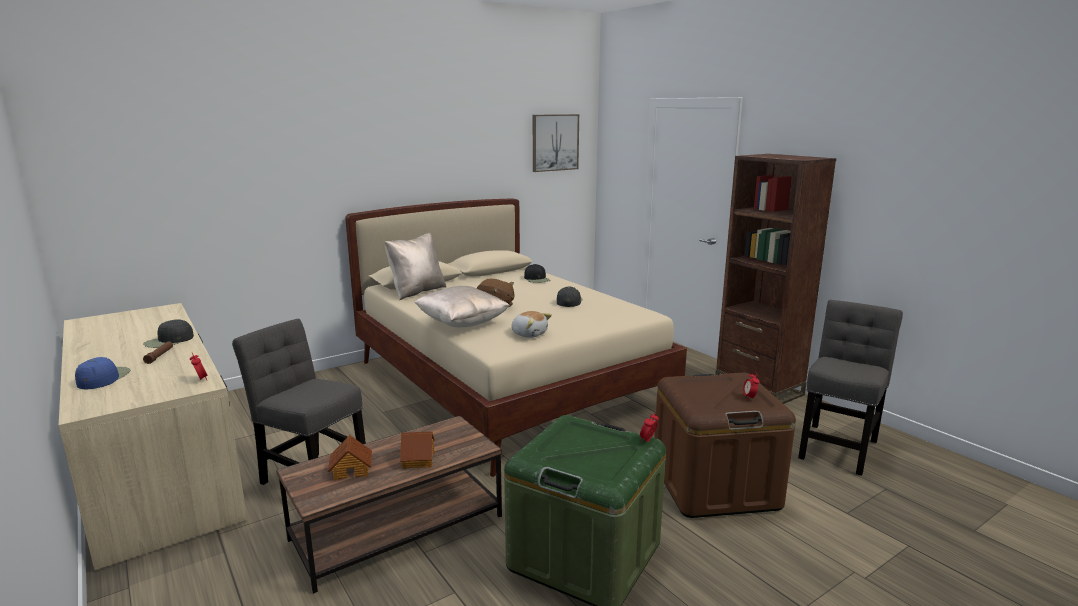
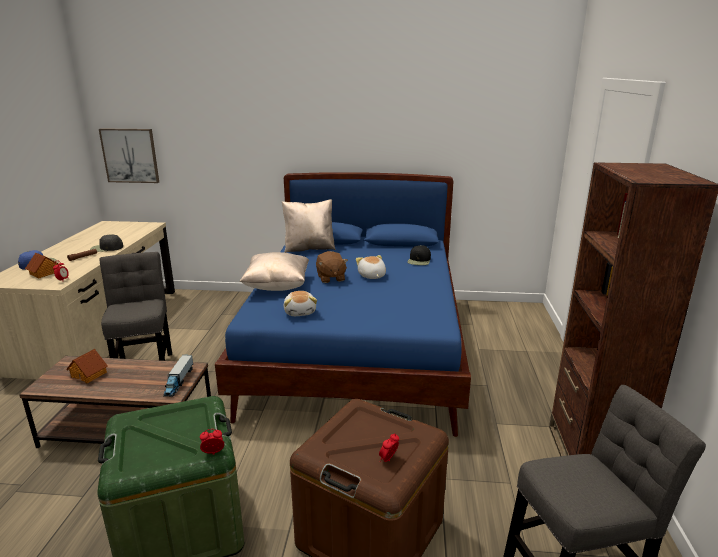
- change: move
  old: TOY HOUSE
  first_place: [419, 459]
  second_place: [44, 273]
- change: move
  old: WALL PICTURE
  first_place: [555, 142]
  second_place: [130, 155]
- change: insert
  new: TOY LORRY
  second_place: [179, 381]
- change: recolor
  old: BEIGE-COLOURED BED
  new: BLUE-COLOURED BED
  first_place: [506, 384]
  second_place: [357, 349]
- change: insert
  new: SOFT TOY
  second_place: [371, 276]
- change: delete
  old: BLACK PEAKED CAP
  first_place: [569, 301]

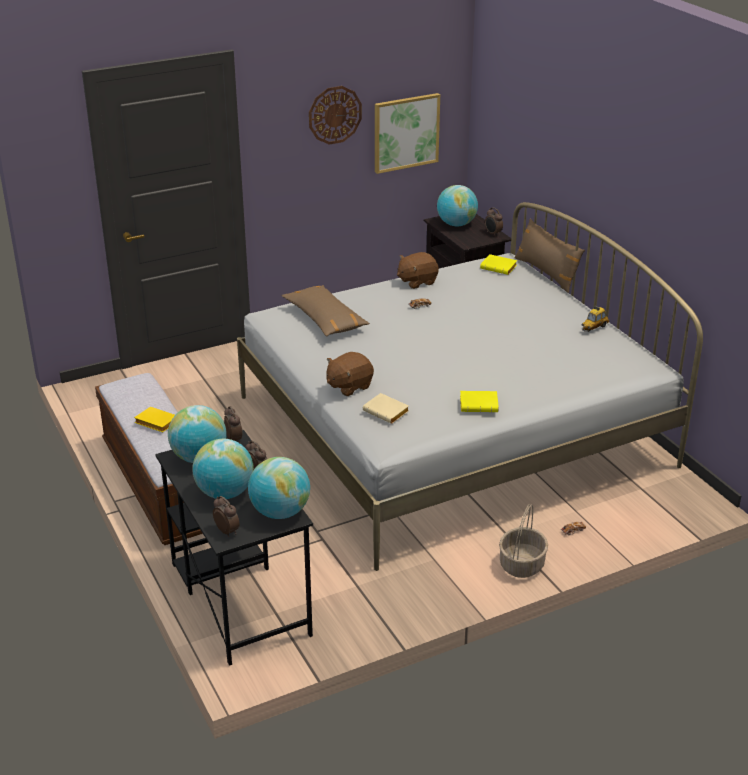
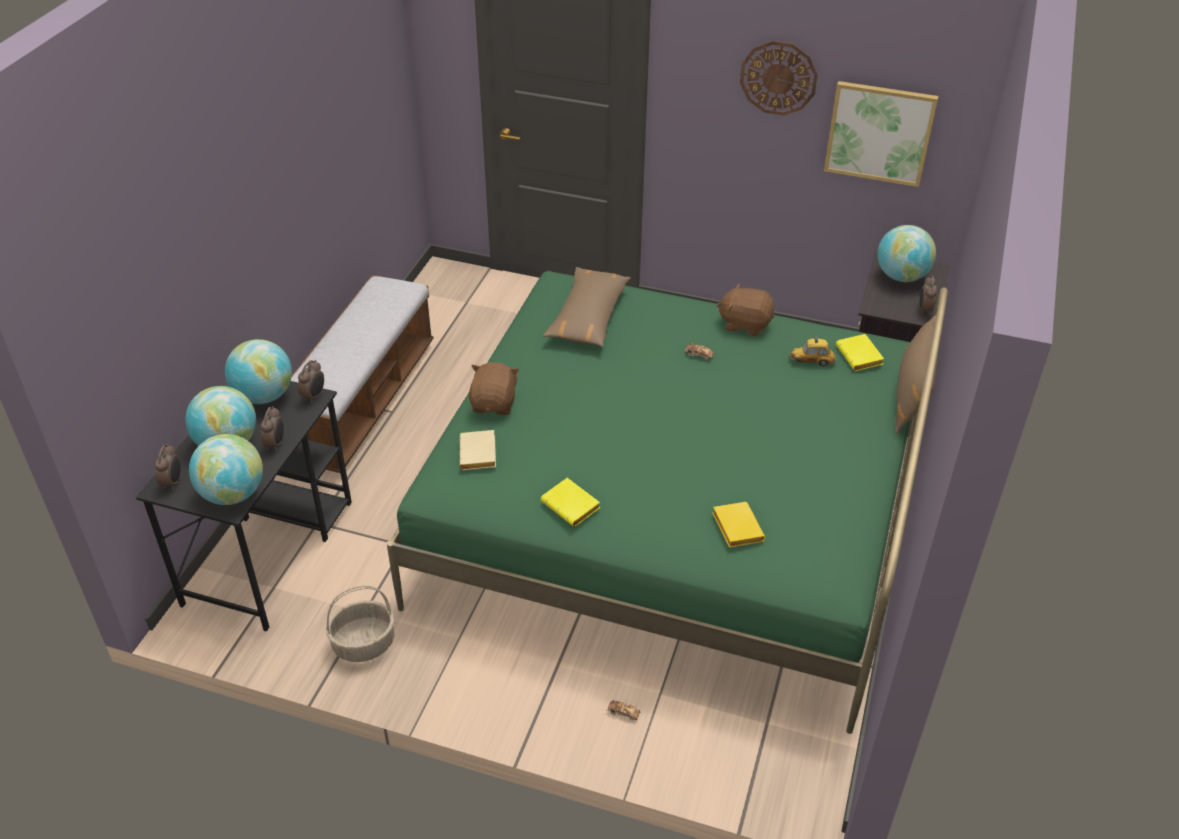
- change: move
  old: HOUSEHOLD BASKET
  first_place: [521, 564]
  second_place: [364, 643]
- change: recolor
  old: WHITE BED
  new: GREEN BED
  first_place: [452, 431]
  second_place: [673, 516]
- change: rotate
  old: BROWNISH SOFT TOY
  first_place: [349, 386]
  second_place: [494, 404]
  degrees: 90
- change: move
  old: YELLOWISH BOUND BOOK
  first_place: [155, 423]
  second_place: [735, 527]
- change: move
  old: TOY CAR
  first_place: [594, 328]
  second_place: [812, 361]

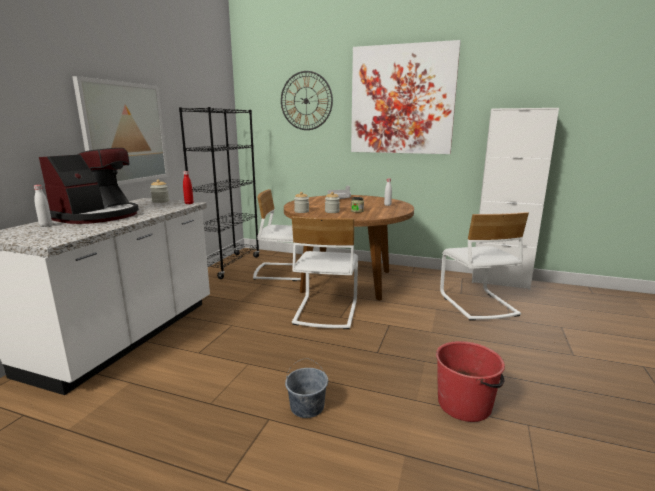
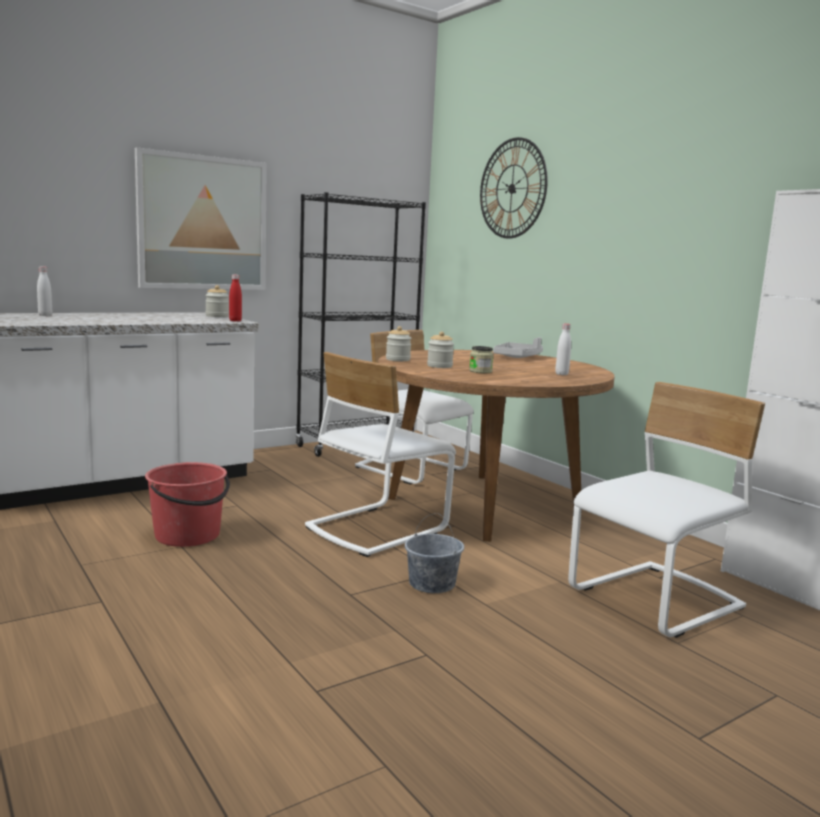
- change: move
  old: RED-COLOURED PAIL
  first_place: [465, 404]
  second_place: [188, 535]
- change: move
  old: GREY PAIL
  first_place: [306, 406]
  second_place: [431, 583]
- change: rotate
  old: WHITE PLAIN CHAIR
  first_place: [477, 304]
  second_place: [656, 601]
  degrees: -150
- change: delete
  old: COFFEE MAKER
  first_place: [98, 216]
- change: delete
  old: WALL PICTURE
  first_place: [402, 100]

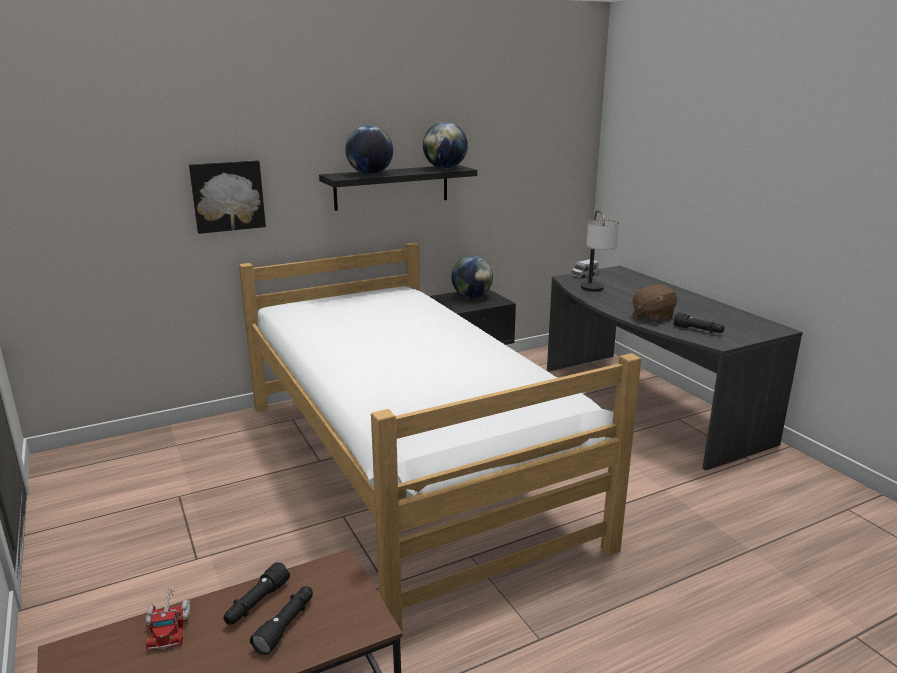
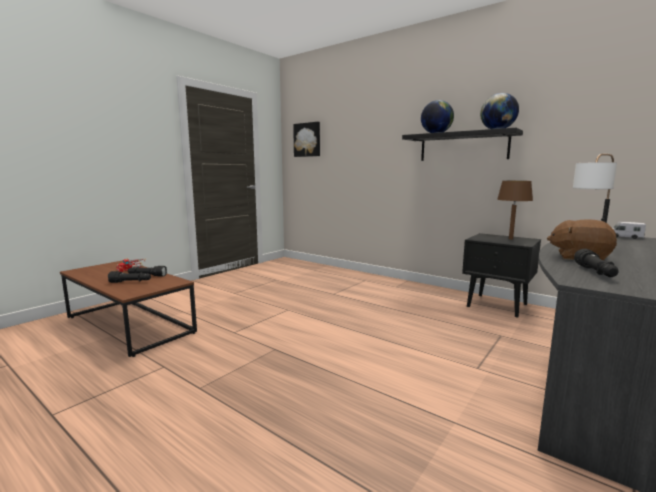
- change: move
  old: WALL PICTURE
  first_place: [227, 196]
  second_place: [307, 140]
- change: replace
  old: DESK GLOBE
  new: BROWNISH TABLE LAMP
  first_place: [471, 296]
  second_place: [511, 239]
- change: delete
  old: BED
  first_place: [407, 467]

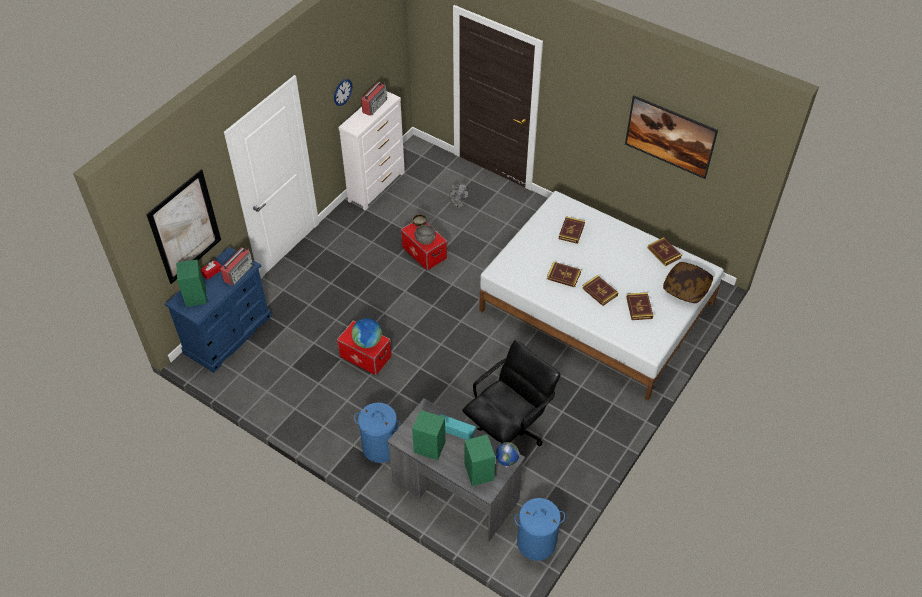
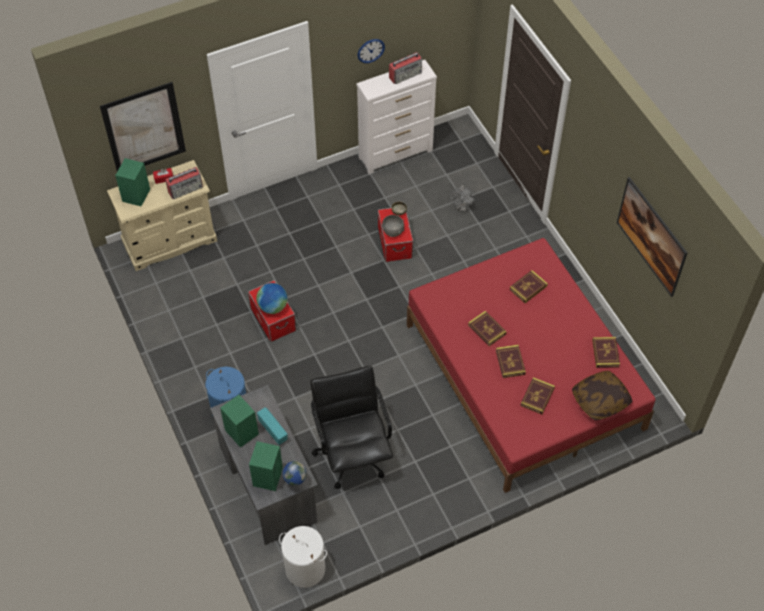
- change: recolor
  old: BLUE-COLOURED DRESSER
  new: BEIGE-COLOURED DRESSER
  first_place: [228, 334]
  second_place: [170, 241]
- change: recolor
  old: BLUE-COLOURED HAMPER
  new: WHITE HAMPER
  first_place: [536, 542]
  second_place: [305, 569]
- change: rotate
  old: BLACK OFFICE CHAIR
  first_place: [508, 431]
  second_place: [352, 454]
  degrees: -90
- change: recolor
  old: WHITE BED
  new: RED-COLOURED BED
  first_place: [597, 307]
  second_place: [523, 376]

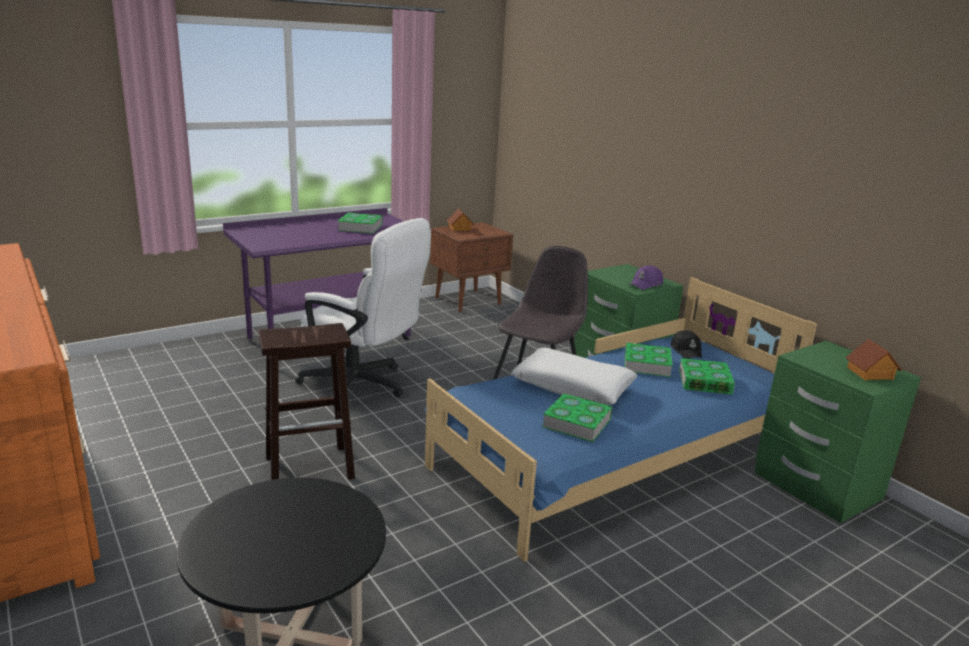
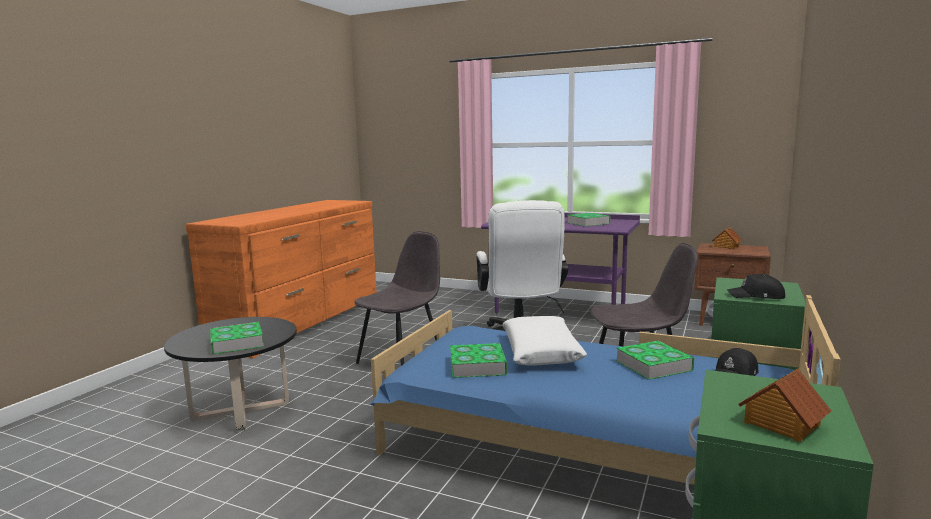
- change: move
  old: BOUND BOOK
  first_place: [704, 381]
  second_place: [237, 343]
- change: replace
  old: BROWNISH SITTING STOOL
  new: GREY PLAIN CHAIR
  first_place: [311, 467]
  second_place: [402, 360]
- change: recolor
  old: PURPLE PEAKED CAP
  new: BLACK PEAKED CAP
  first_place: [646, 284]
  second_place: [757, 296]

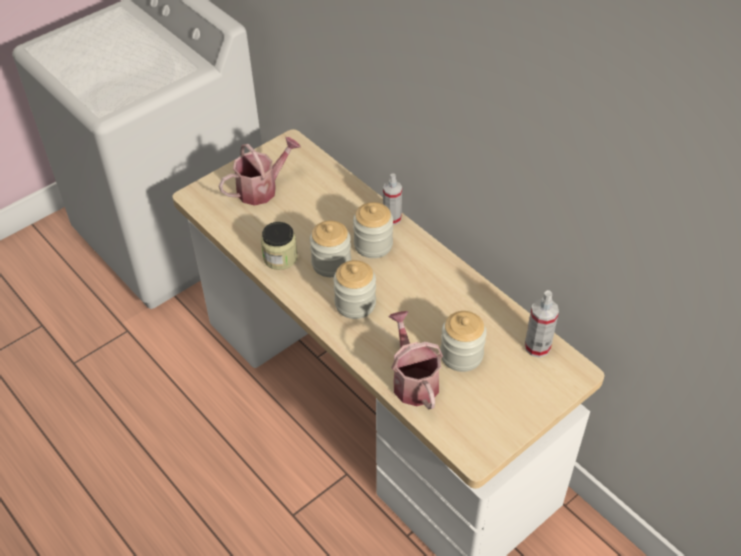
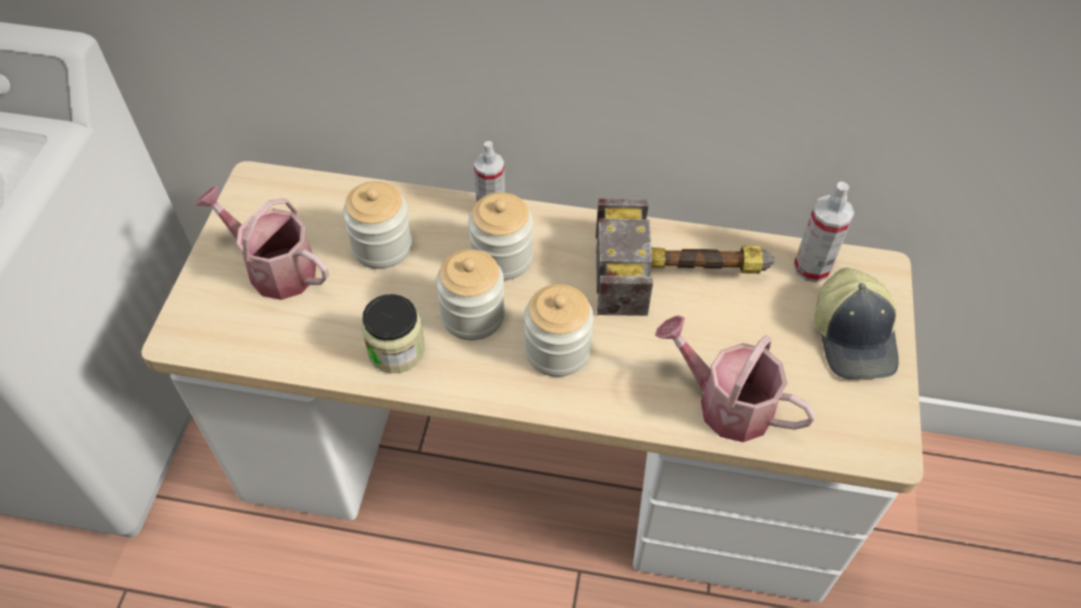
- change: rotate
  old: WATERING POT
  first_place: [262, 188]
  second_place: [274, 268]
  degrees: -75
- change: move
  old: JAR
  first_place: [461, 355]
  second_place: [382, 246]
- change: insert
  new: HAND HAMMER
  second_place: [682, 274]
- change: insert
  new: PEAKED CAP
  second_place: [854, 337]

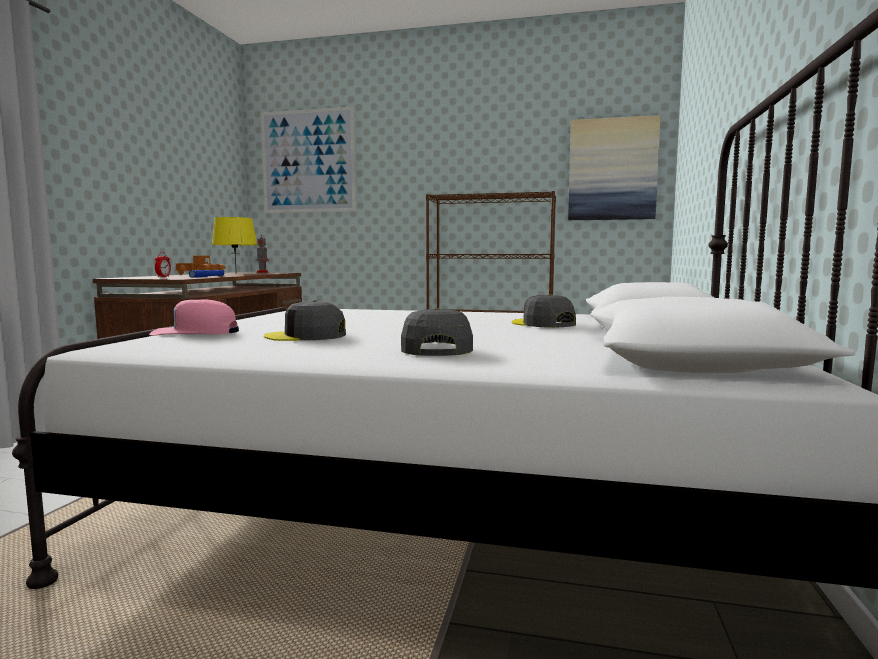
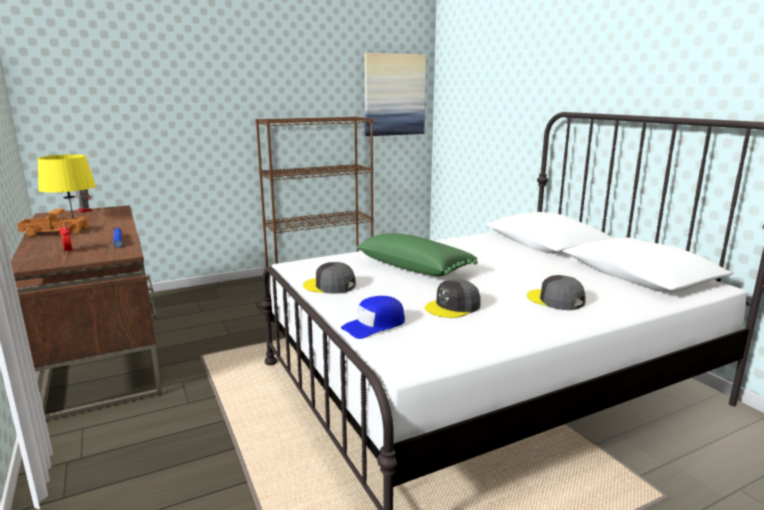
- change: move
  old: GREY PEAKED CAP
  first_place: [543, 324]
  second_place: [330, 286]
- change: recolor
  old: PINK-COLOURED PEAKED CAP
  new: BLUE-COLOURED PEAKED CAP
  first_place: [196, 333]
  second_place: [374, 325]
- change: insert
  new: GREEN THROW PILLOW
  second_place: [415, 268]
- change: delete
  old: WALL PICTURE
  first_place: [308, 161]

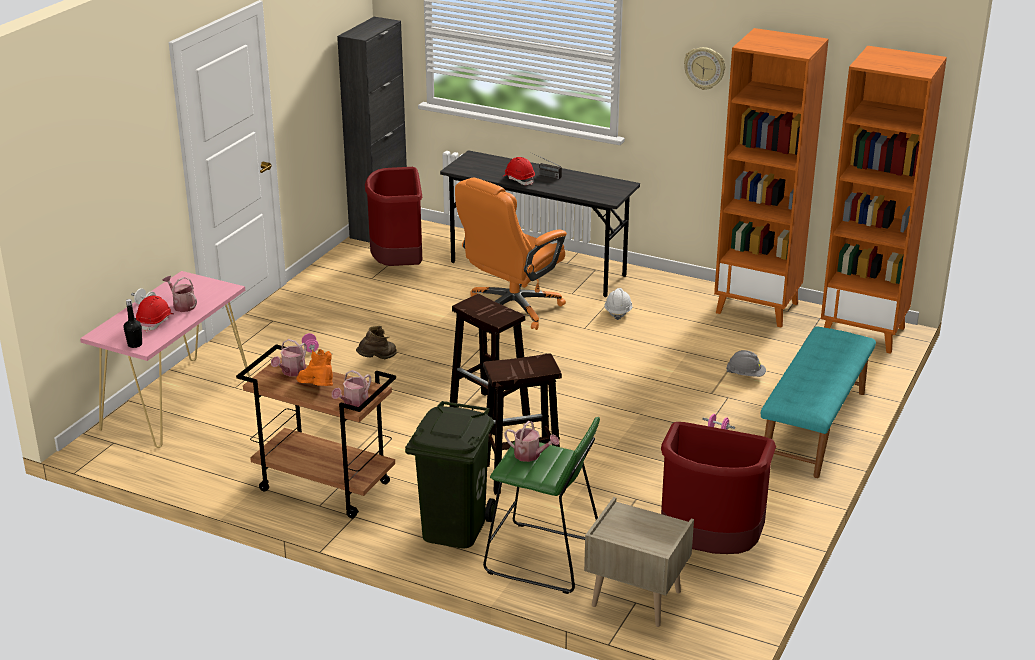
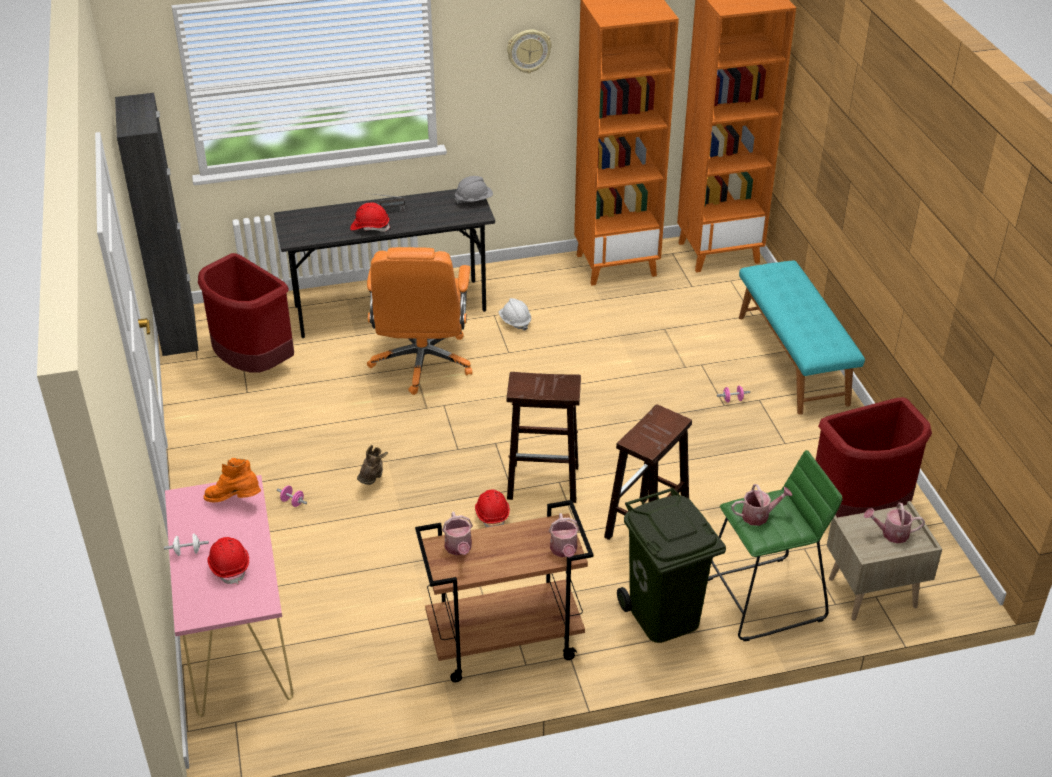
- change: move
  old: ORANGEY TALL BOOT
  first_place: [317, 390]
  second_place: [234, 501]
- change: move
  old: GREY WORK HELMET
  first_place: [745, 375]
  second_place: [474, 200]
- change: insert
  new: RED-COLOURED WORK HELMET
  second_place: [492, 514]
- change: move
  old: WATERING POT
  first_place: [182, 305]
  second_place: [891, 534]
- change: delete
  old: BLACK BOTTLE
  first_place: [135, 344]

